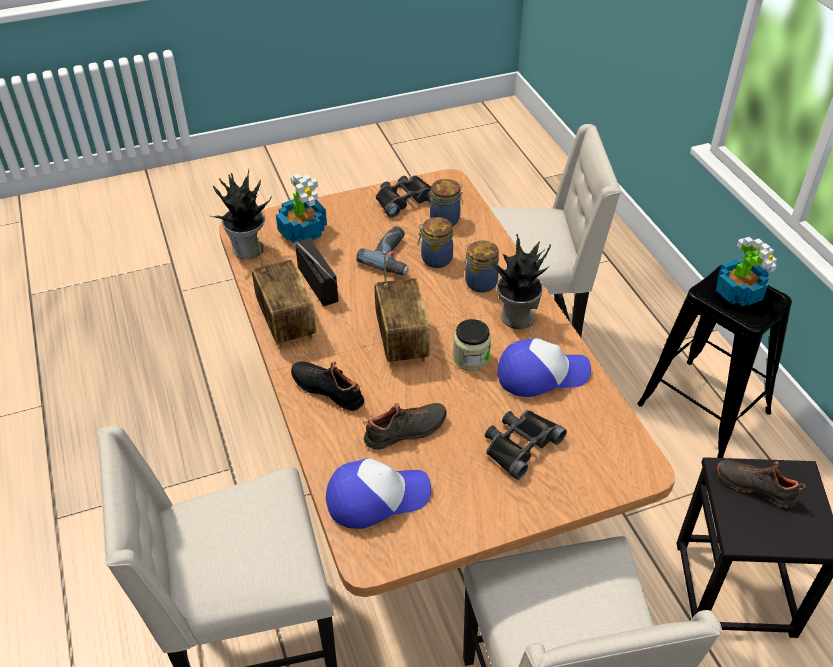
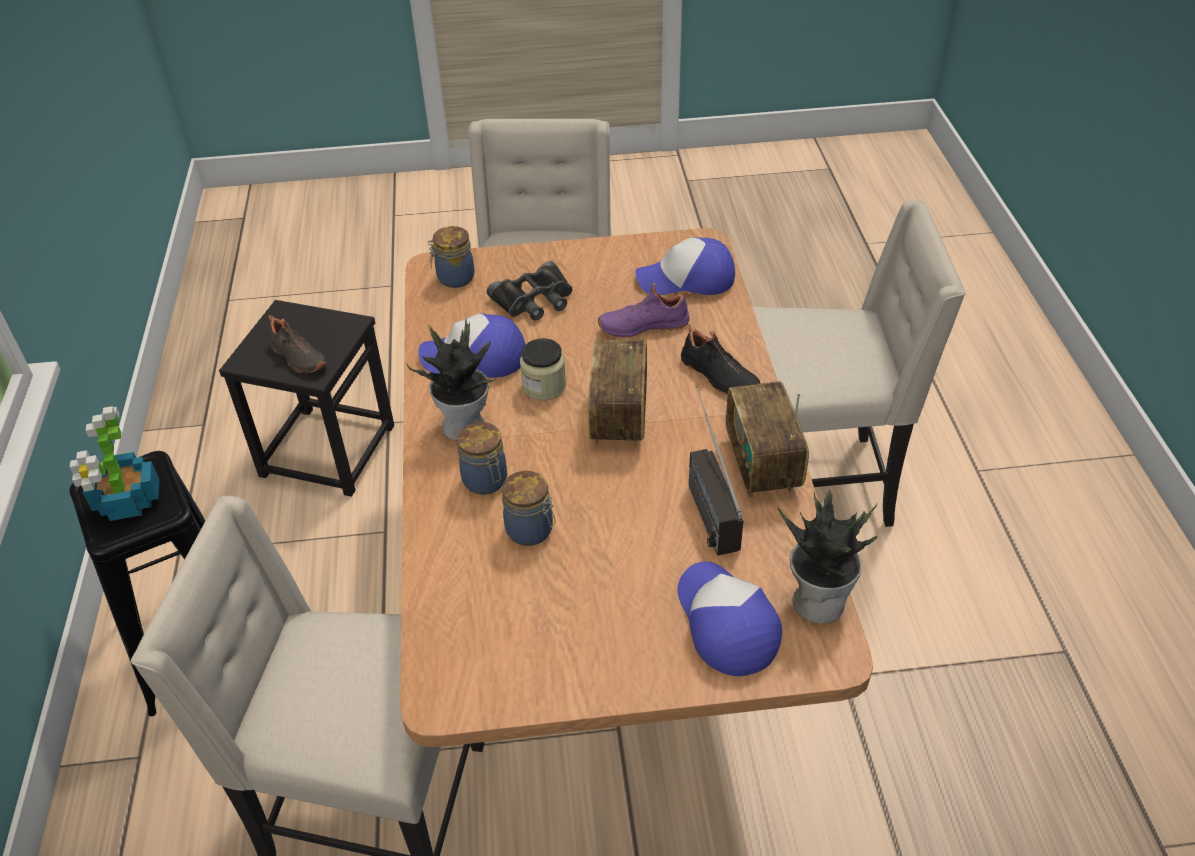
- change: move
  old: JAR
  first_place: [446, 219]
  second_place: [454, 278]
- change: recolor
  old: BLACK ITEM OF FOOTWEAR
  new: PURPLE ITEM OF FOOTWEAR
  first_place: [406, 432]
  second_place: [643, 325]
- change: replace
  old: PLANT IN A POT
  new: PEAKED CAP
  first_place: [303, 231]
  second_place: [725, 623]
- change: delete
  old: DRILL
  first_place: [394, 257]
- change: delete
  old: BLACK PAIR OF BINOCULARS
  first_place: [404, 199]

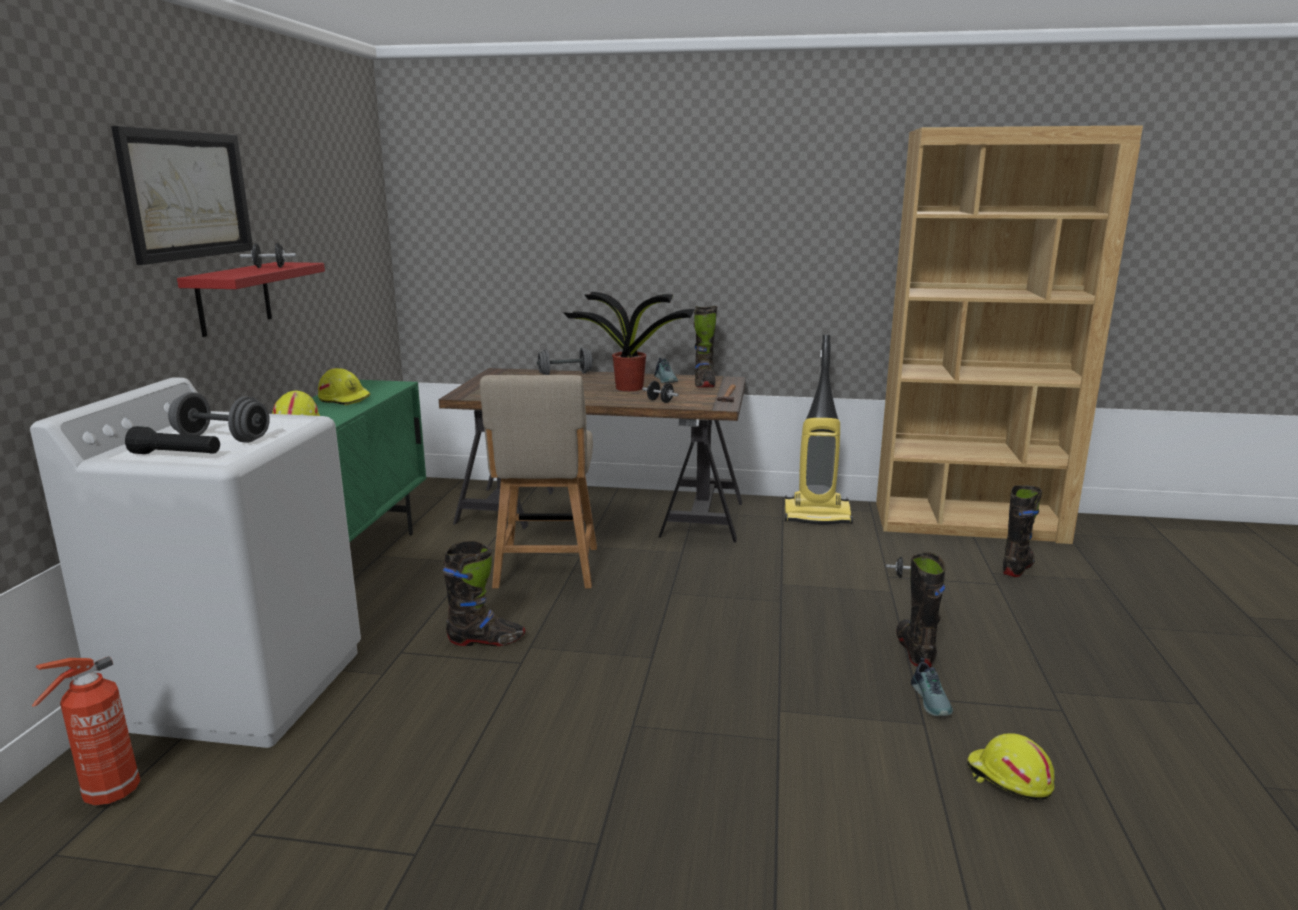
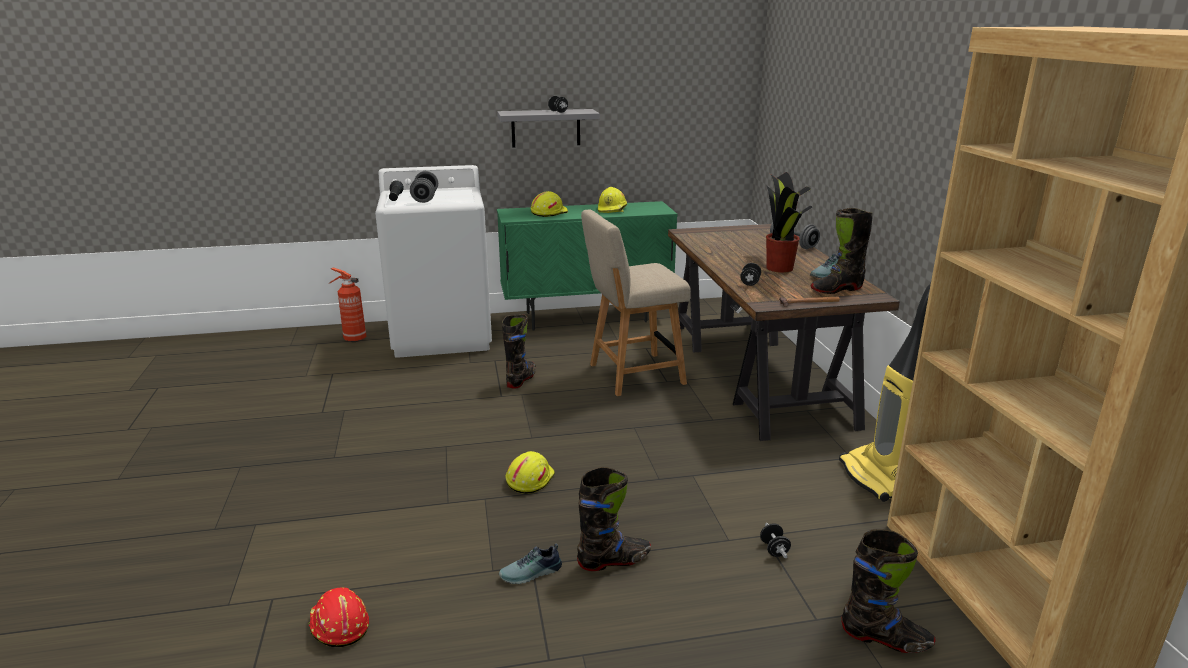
- change: insert
  new: RED-COLOURED WORK HELMET
  second_place: [338, 625]
- change: recolor
  old: RED-COLOURED SHELF
  new: GREY SHELF
  first_place: [234, 298]
  second_place: [546, 128]
- change: rotate
  old: BLACK TALL BOOT
  first_place: [486, 640]
  second_place: [521, 379]
  degrees: -135
- change: move
  old: YELLOWISH WORK HELMET
  first_place: [1008, 779]
  second_place: [529, 479]
- change: delete
  old: WALL PICTURE
  first_place: [187, 195]

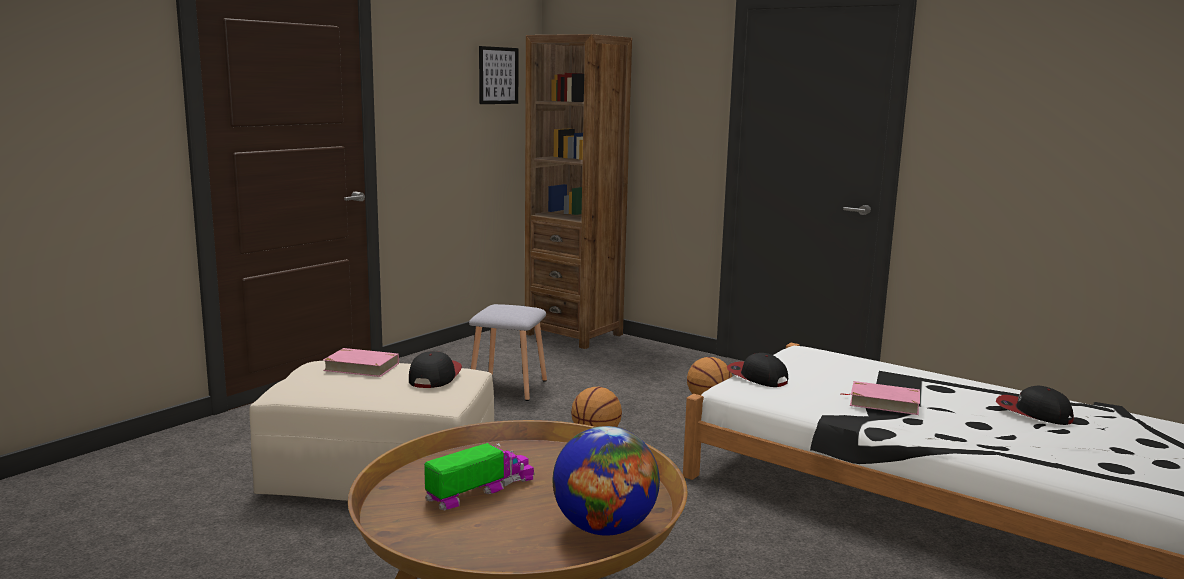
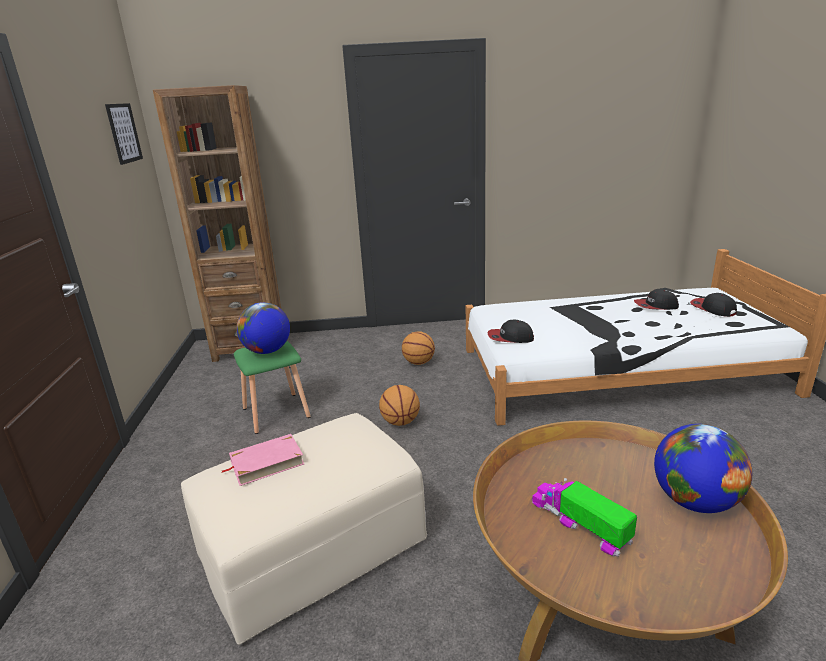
- change: recolor
  old: GREY SITTING STOOL
  new: GREEN SITTING STOOL
  first_place: [509, 387]
  second_place: [277, 412]
- change: insert
  new: DESK GLOBE
  second_place: [267, 351]
- change: rotate
  old: TOY LORRY
  first_place: [480, 490]
  second_place: [580, 523]
  degrees: -45
- change: move
  old: PEAKED CAP
  first_place: [434, 376]
  second_place: [712, 309]
- change: delete
  old: PINK-COLOURED BOUND BOOK
  first_place: [884, 402]

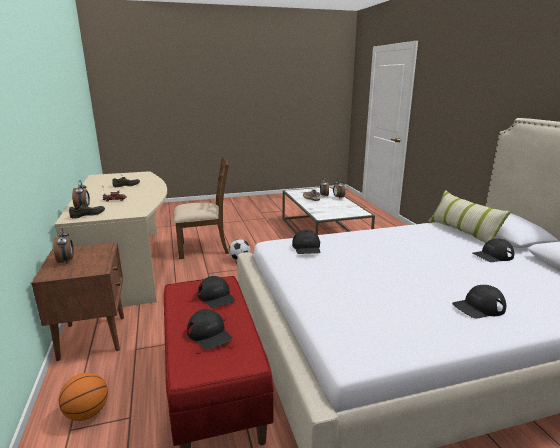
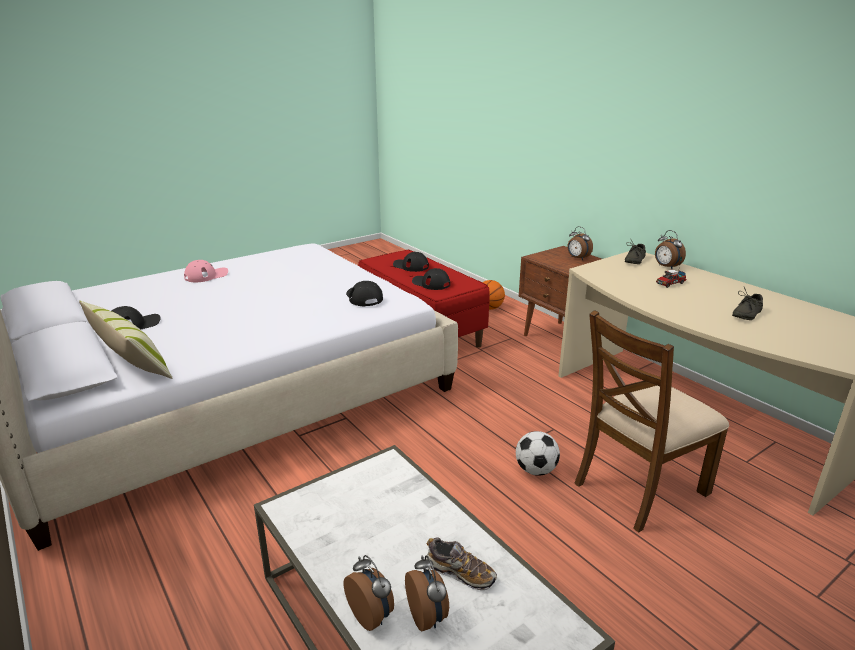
- change: recolor
  old: BLACK PEAKED CAP
  new: PINK-COLOURED PEAKED CAP
  first_place: [478, 307]
  second_place: [206, 275]

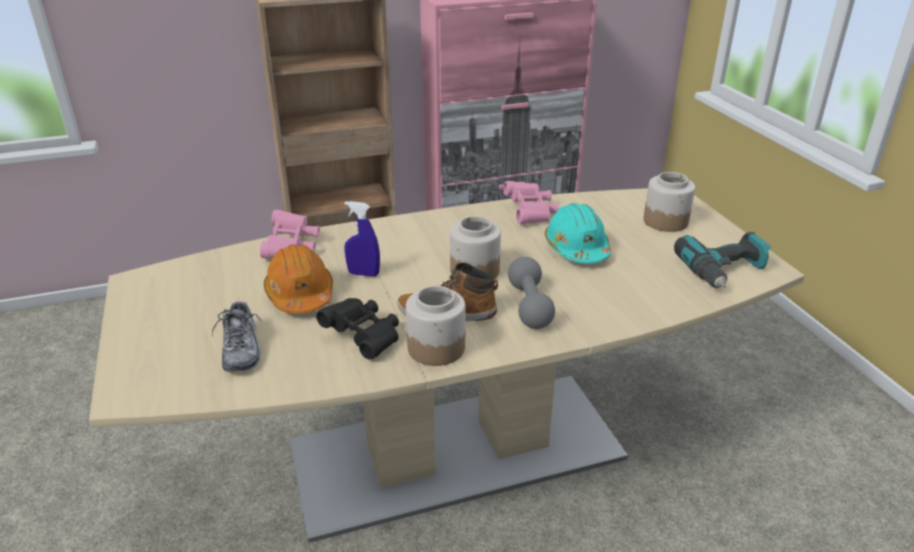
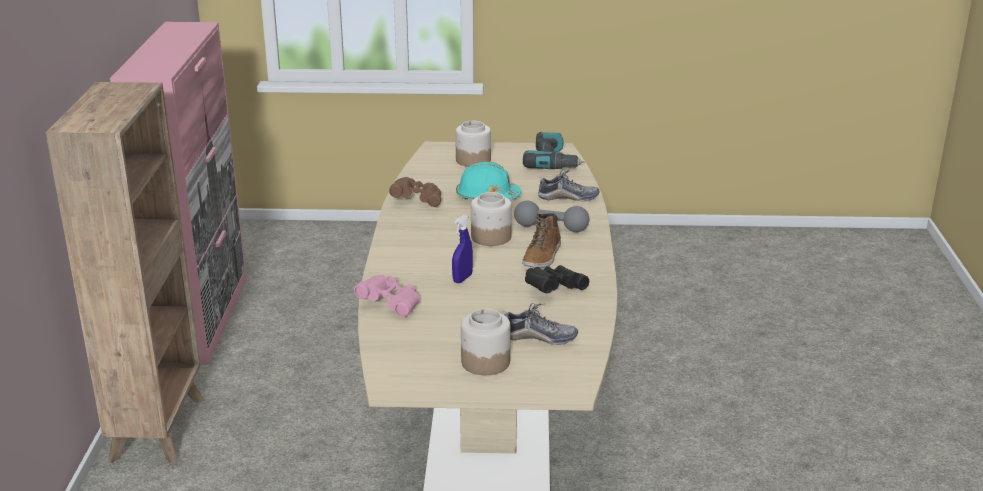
- change: recolor
  old: PINK-COLOURED PAIR OF BINOCULARS
  new: BROWNISH PAIR OF BINOCULARS
  first_place: [530, 213]
  second_place: [417, 200]
- change: move
  old: JAR
  first_place: [437, 348]
  second_place: [485, 362]
- change: insert
  new: ITEM OF FOOTWEAR
  second_place: [568, 197]
- change: delete
  old: ORANGEY WORK HELMET
  first_place: [300, 294]

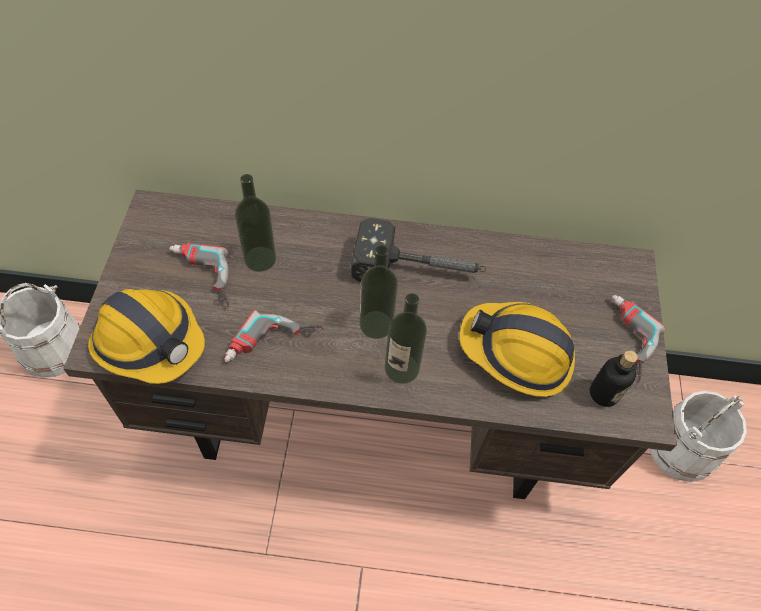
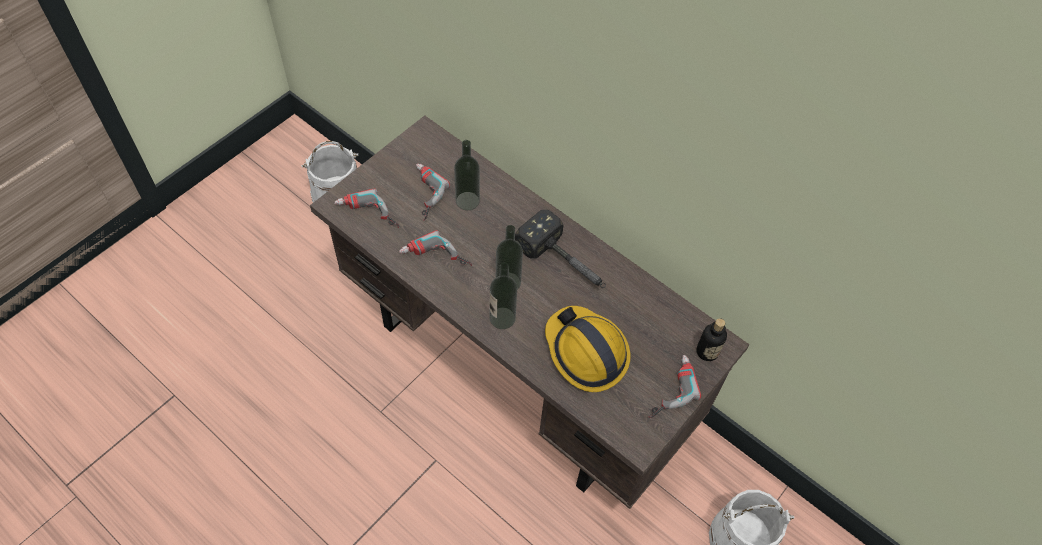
- change: replace
  old: WORK HELMET
  new: DRILL
  first_place: [150, 342]
  second_place: [366, 216]
- change: move
  old: BOTTLE
  first_place: [603, 393]
  second_place: [707, 351]

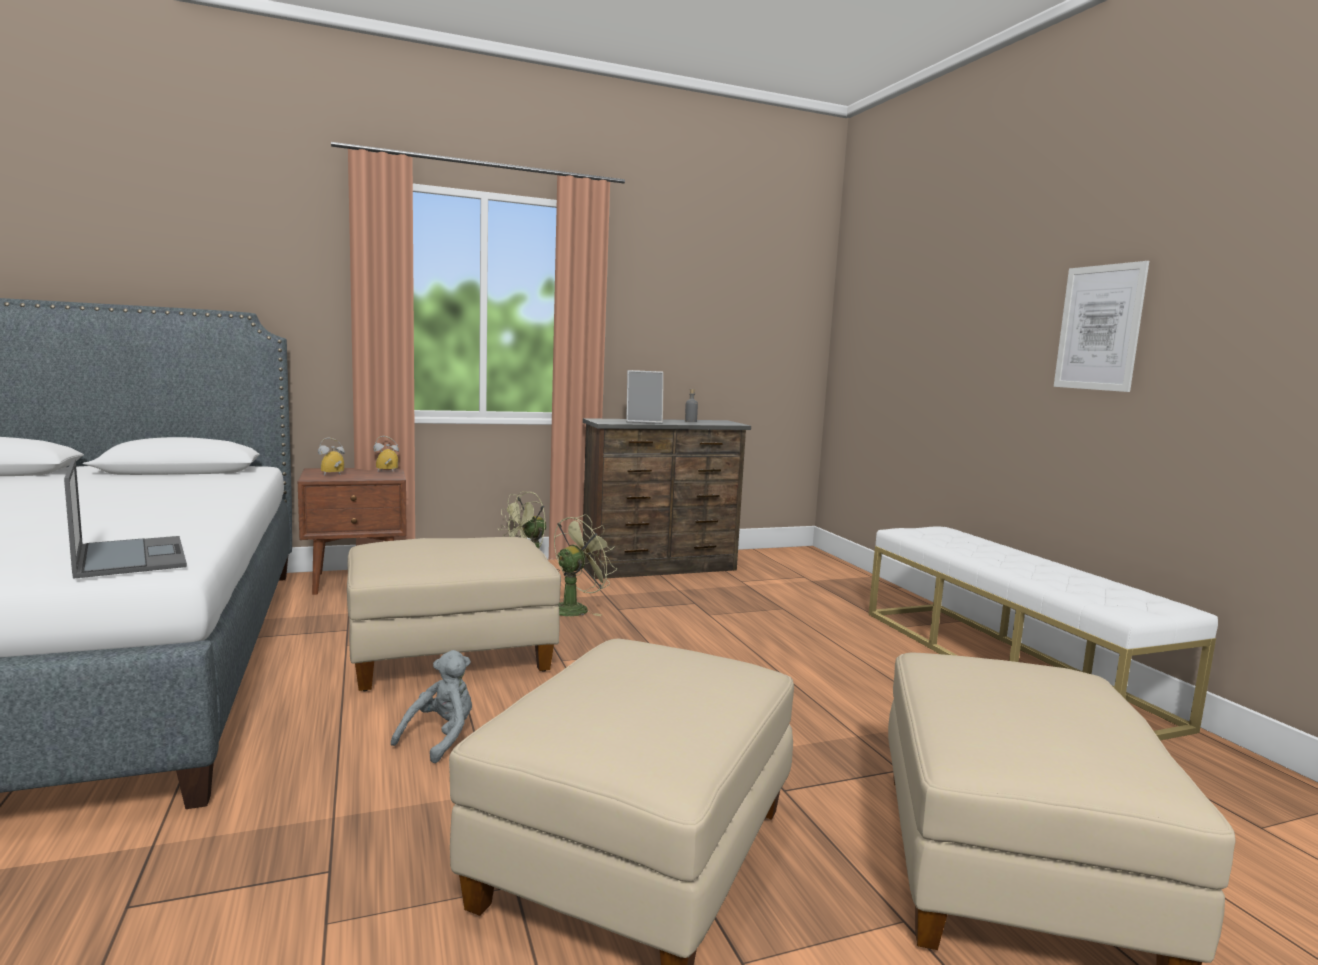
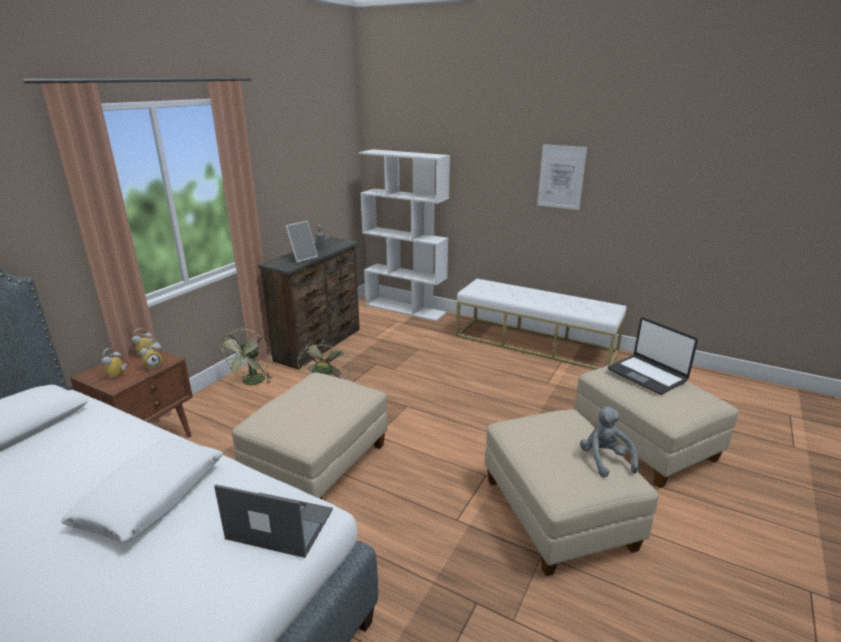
- change: insert
  new: WHITE THROW PILLOW
  second_place: [152, 497]
- change: insert
  new: TABLE CLOCK
  second_place: [153, 365]
- change: insert
  new: WHITE SHELVING UNIT
  second_place: [406, 309]
- change: move
  old: GREY SOFT TOY
  first_place: [440, 738]
  second_place: [604, 460]
- change: insert
  new: NOTEBOOK COMPUTER
  second_place: [647, 375]

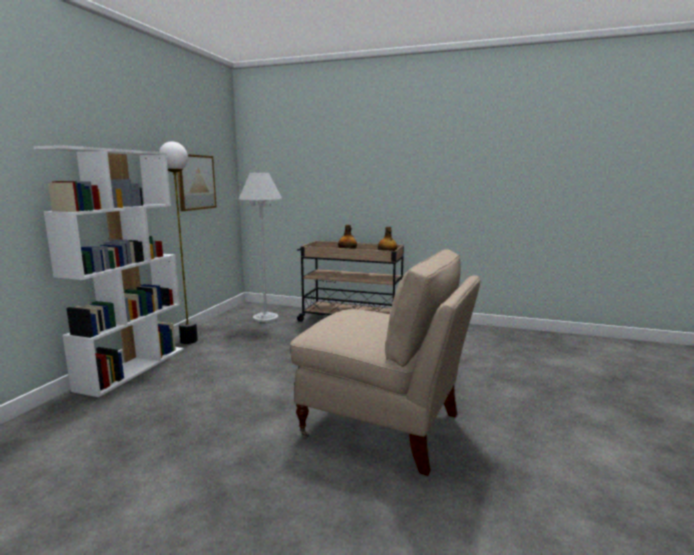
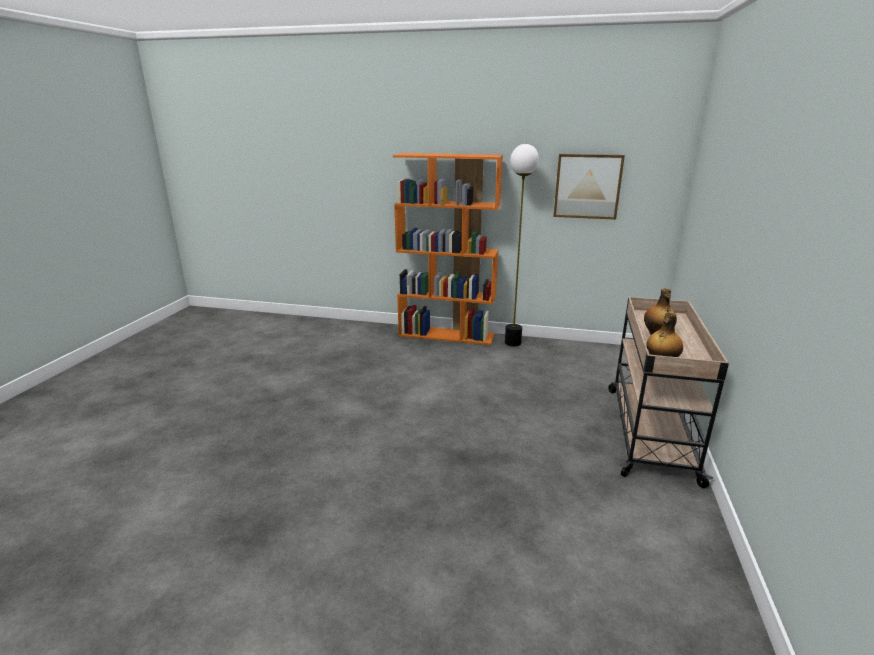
- change: recolor
  old: WHITE SHELVING UNIT
  new: ORANGEY SHELVING UNIT
  first_place: [133, 368]
  second_place: [447, 335]
- change: delete
  old: WHITE STANDING LAMP
  first_place: [265, 317]
- change: delete
  old: BEIGE-COLOURED PLAIN CHAIR
  first_place: [384, 426]

